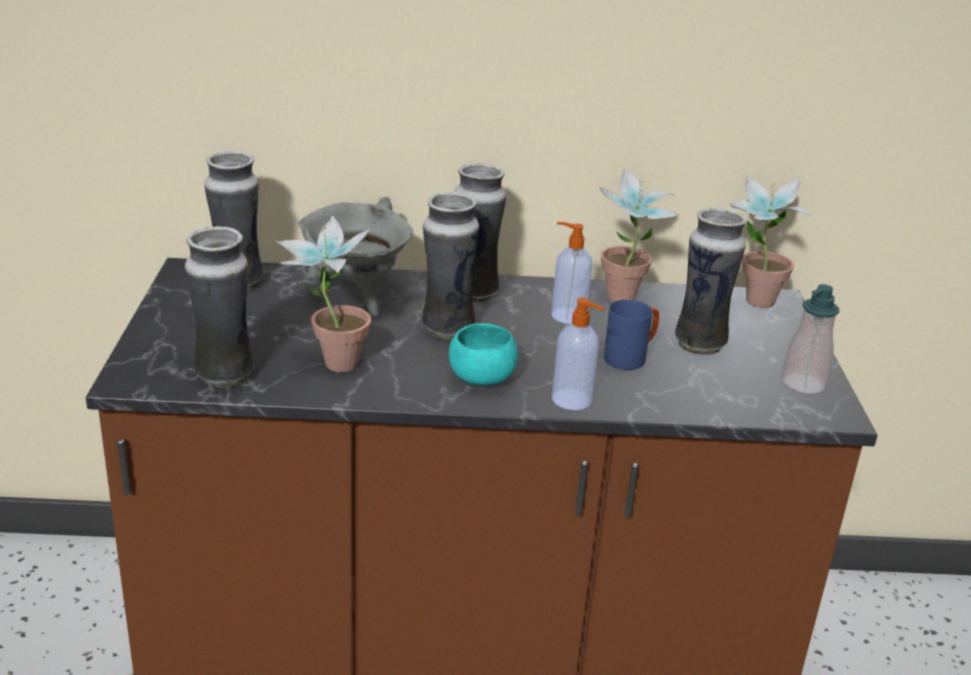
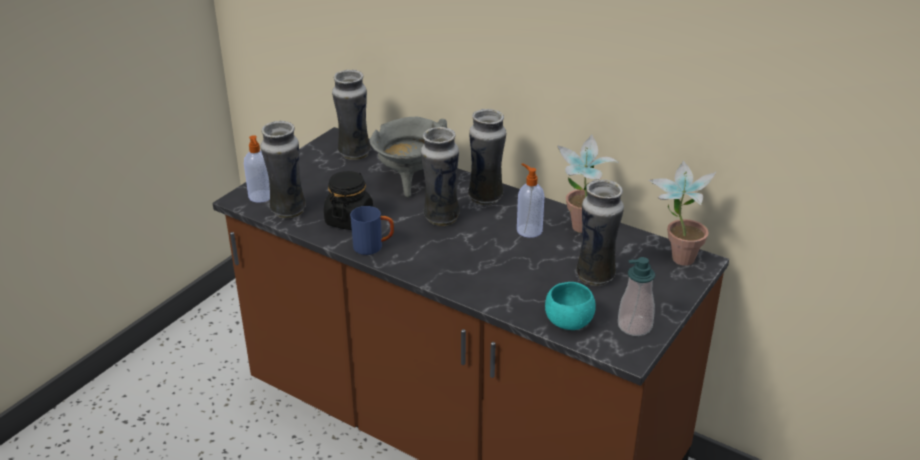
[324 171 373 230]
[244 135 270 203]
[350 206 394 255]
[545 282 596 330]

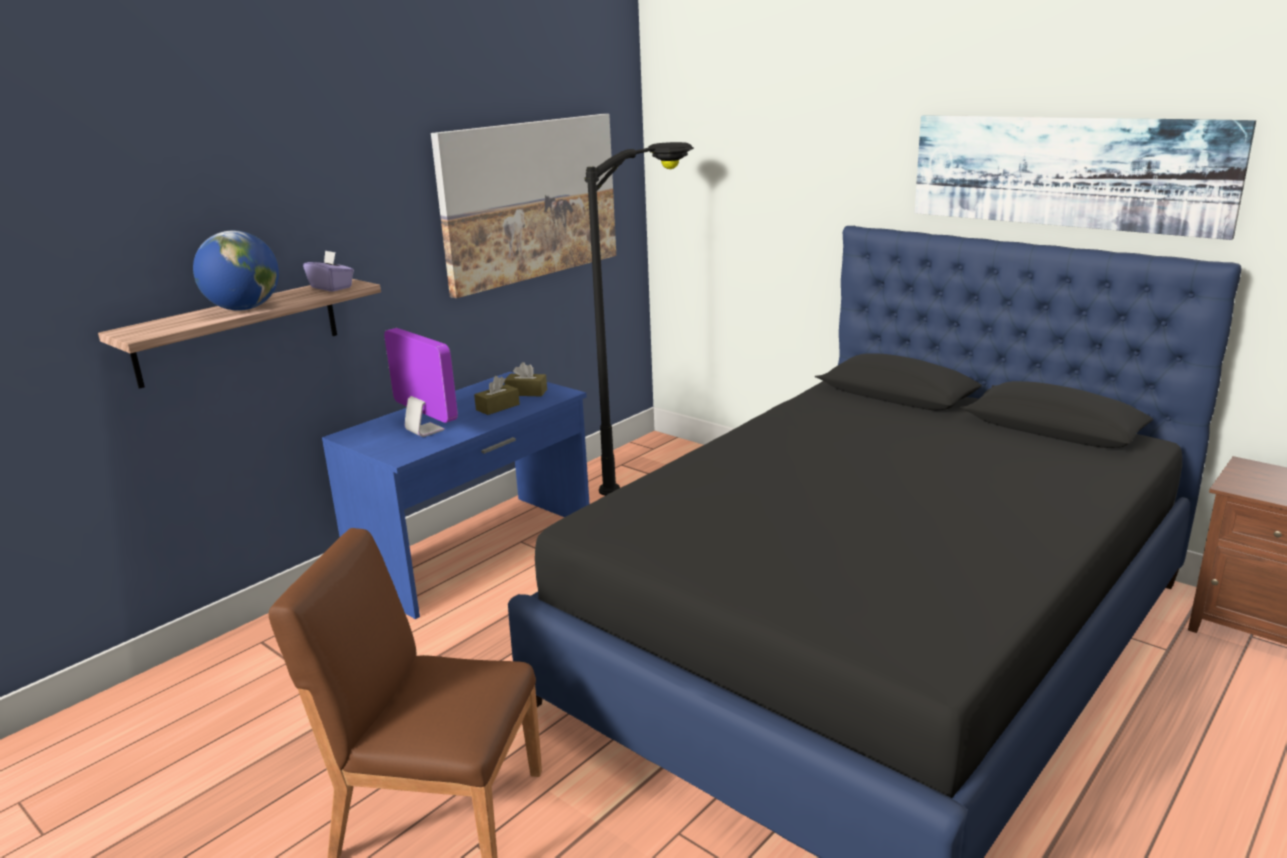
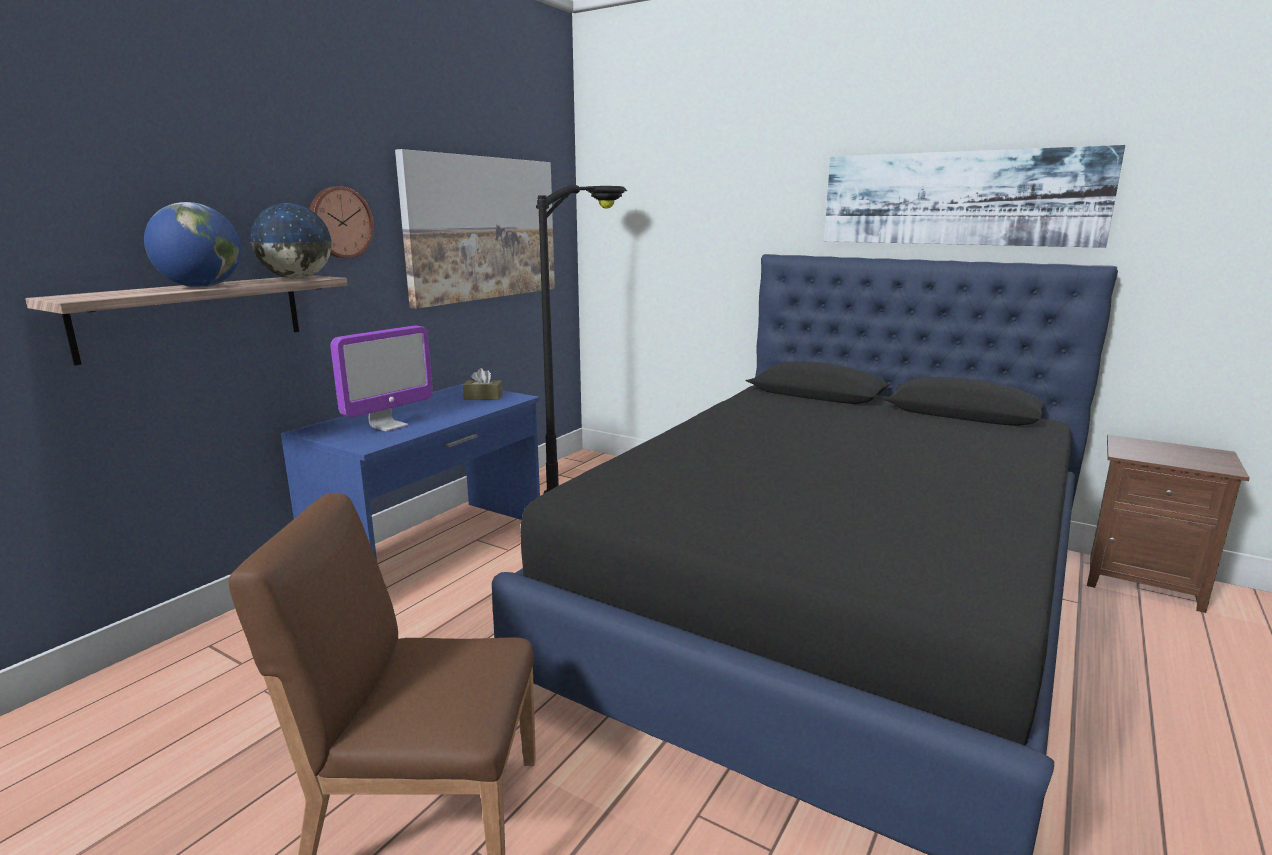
[250 203 332 279]
[331 326 433 432]
[474 376 520 415] (first image)
[309 186 374 258]

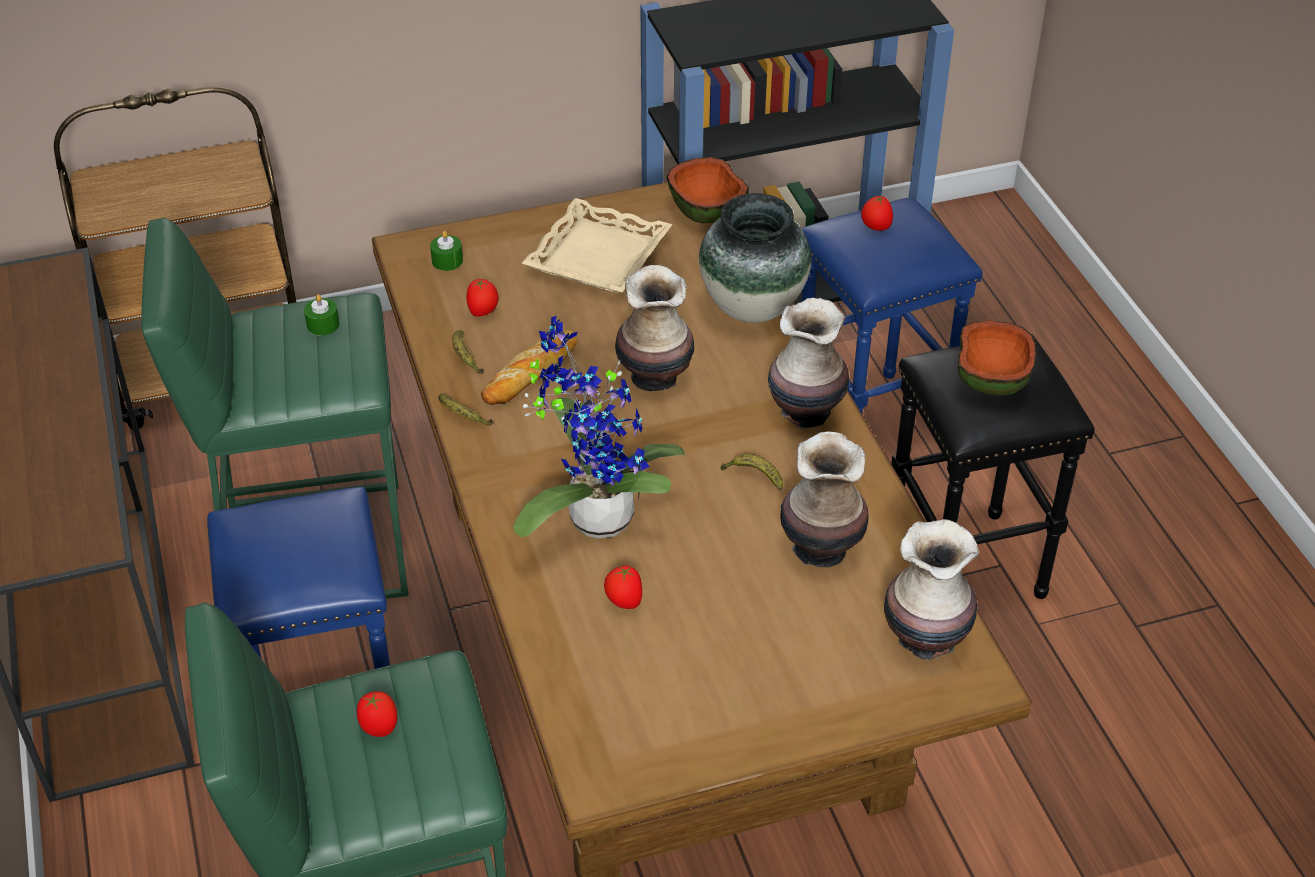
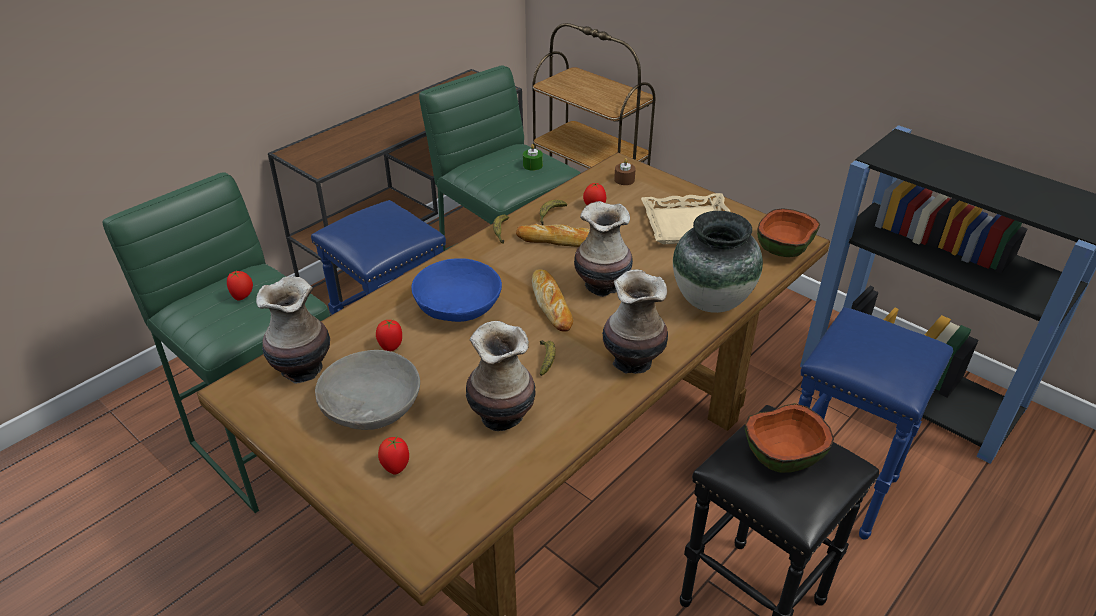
[378 437 409 475]
[614 158 636 185]
[411 258 502 322]
[256 276 330 384]
[532 269 573 332]
[315 350 420 430]

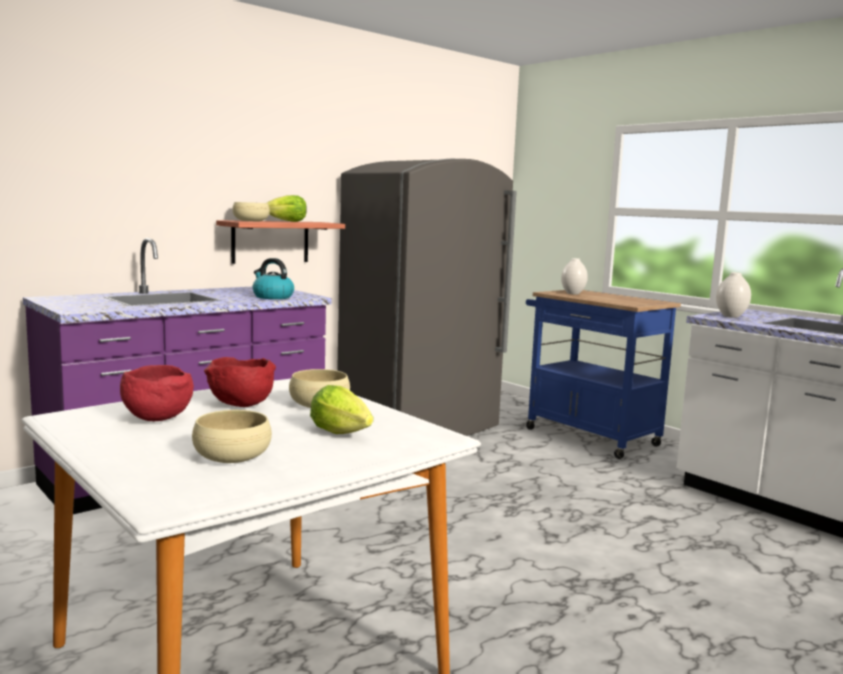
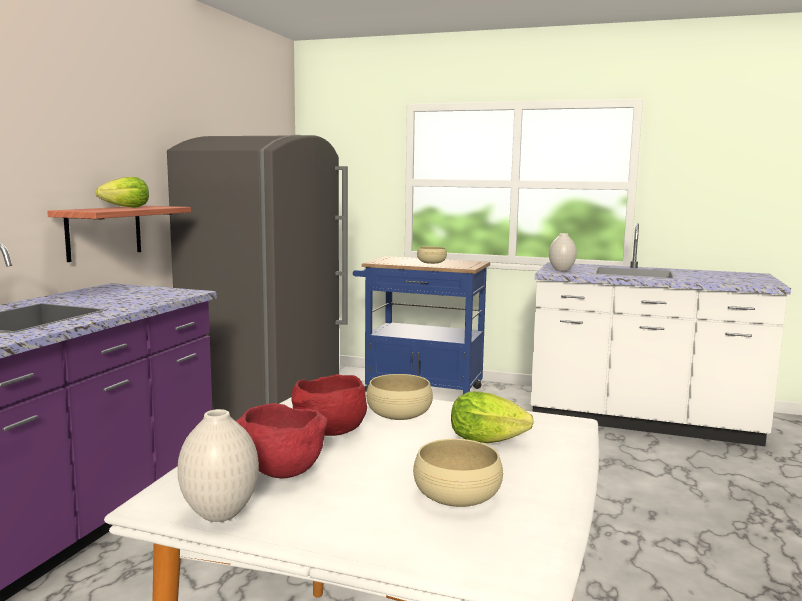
[417 247 447 264]
[252 258 294 299] (first image)
[177 409 259 522]

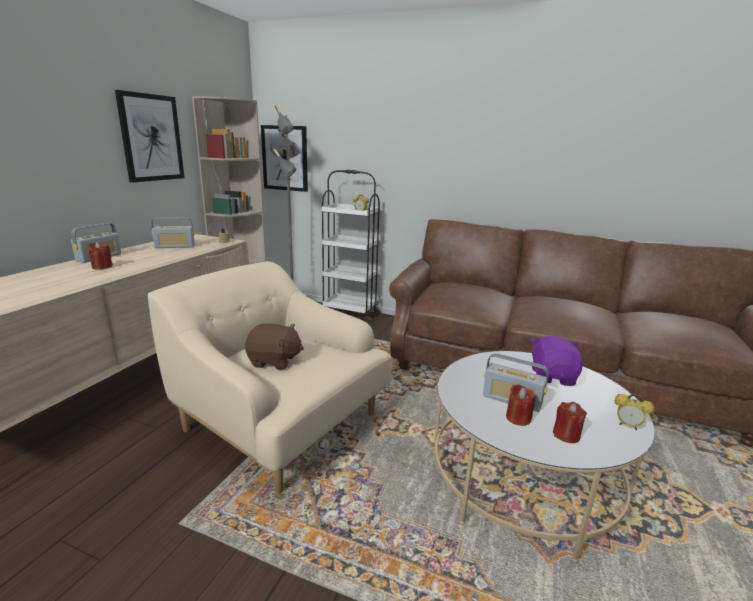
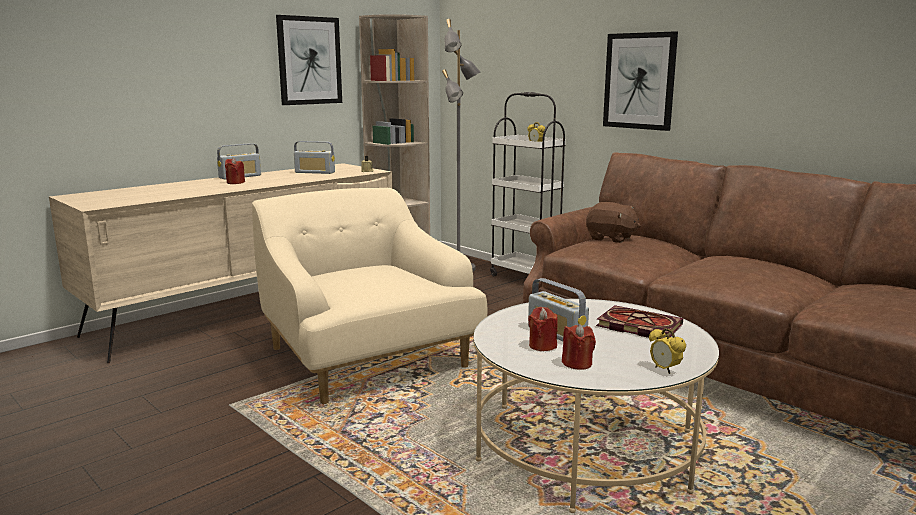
[603 31 678 131]
[586 202 641 243]
[596 305 683 339]

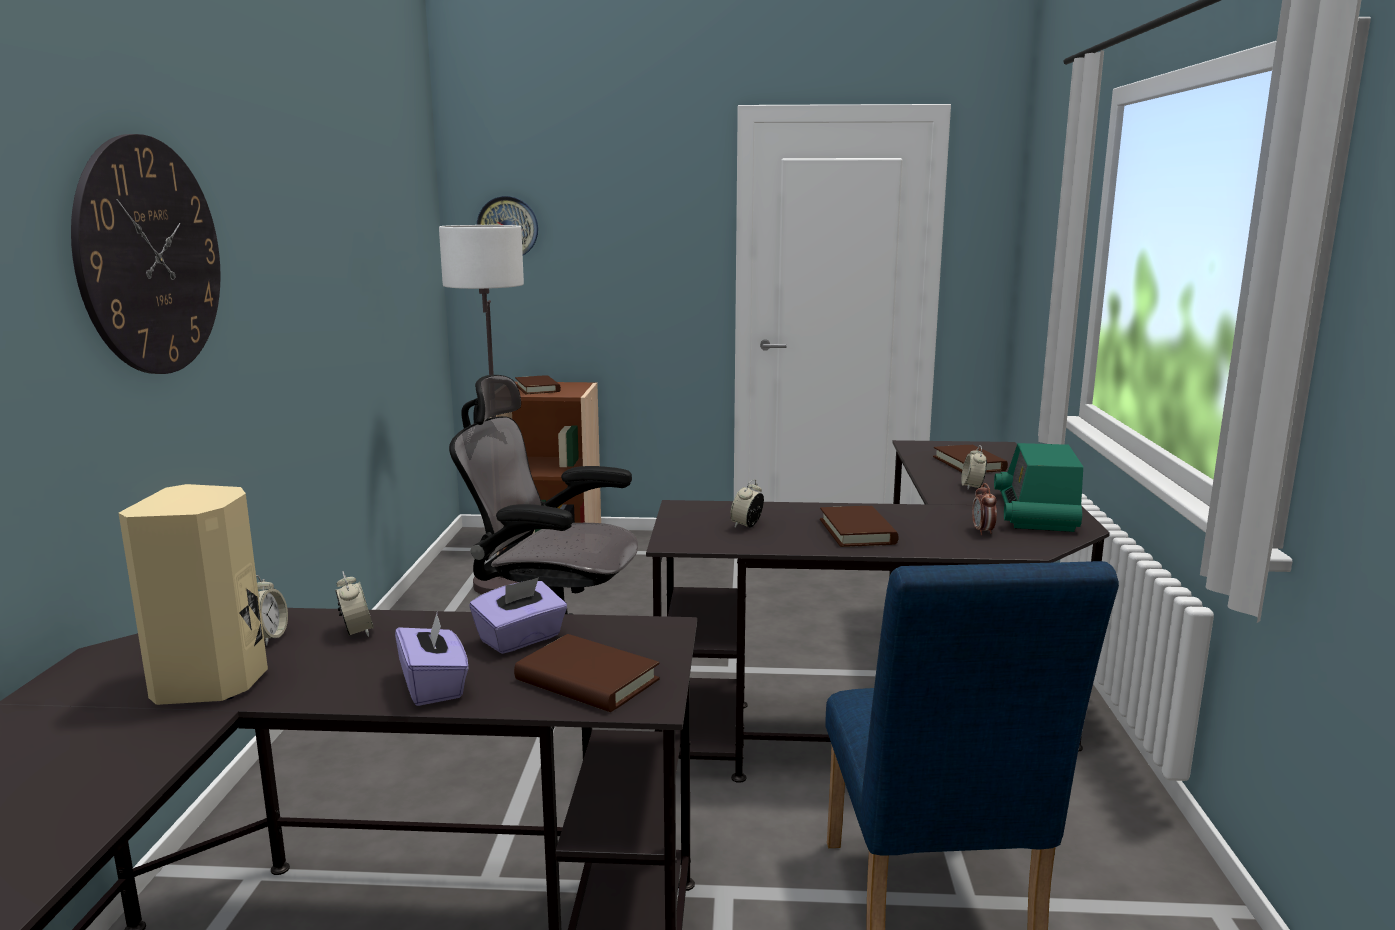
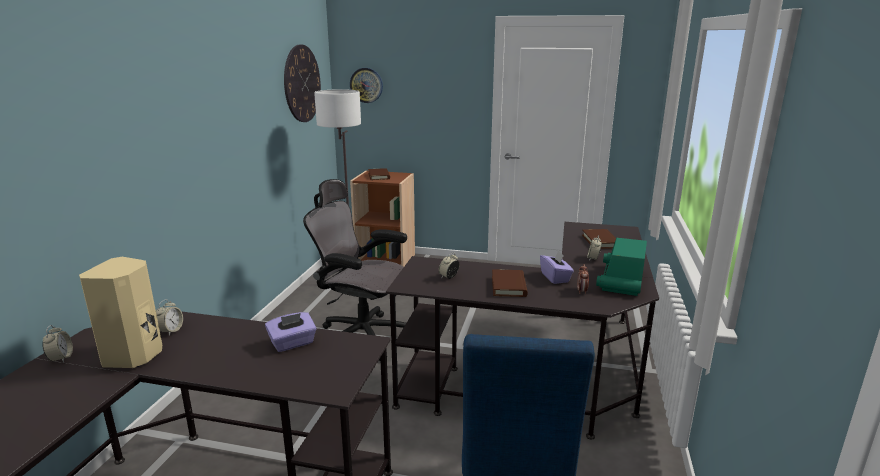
[284 45 321 122]
[42 325 73 363]
[540 250 574 284]
[514 634 660 712] (first image)

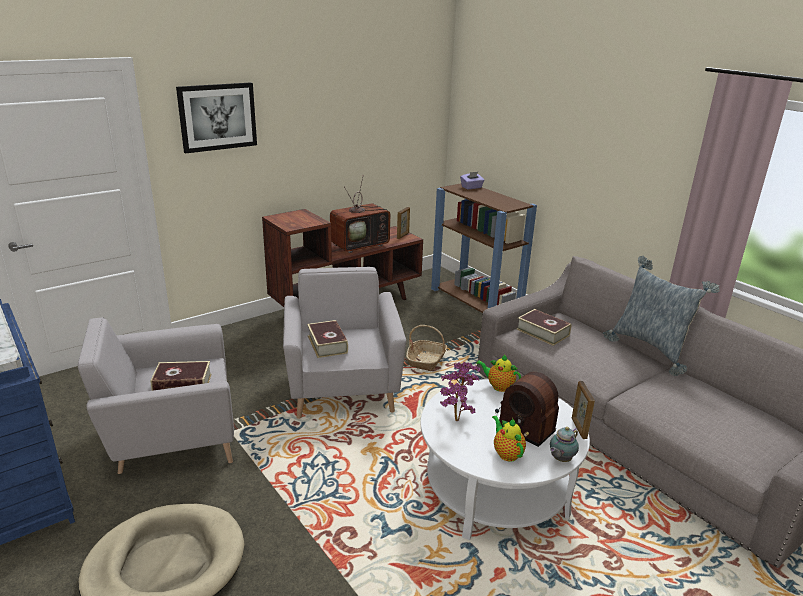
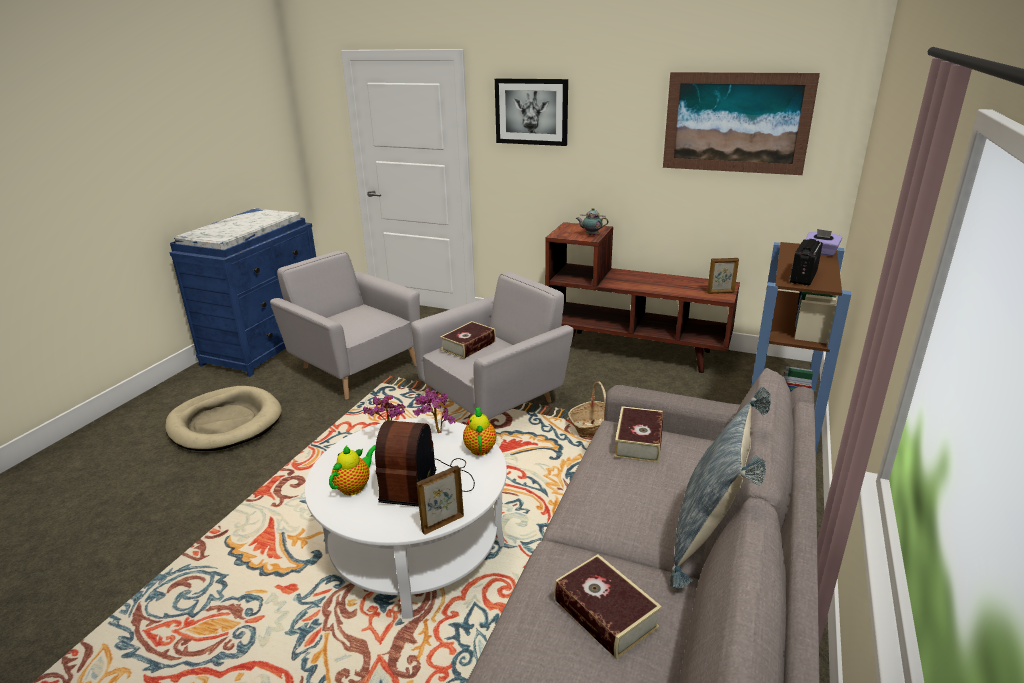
[330 175 390 253] (first image)
[554 554 662 659]
[576 208 608 236]
[663 72 820 175]
[790 239 823 286]

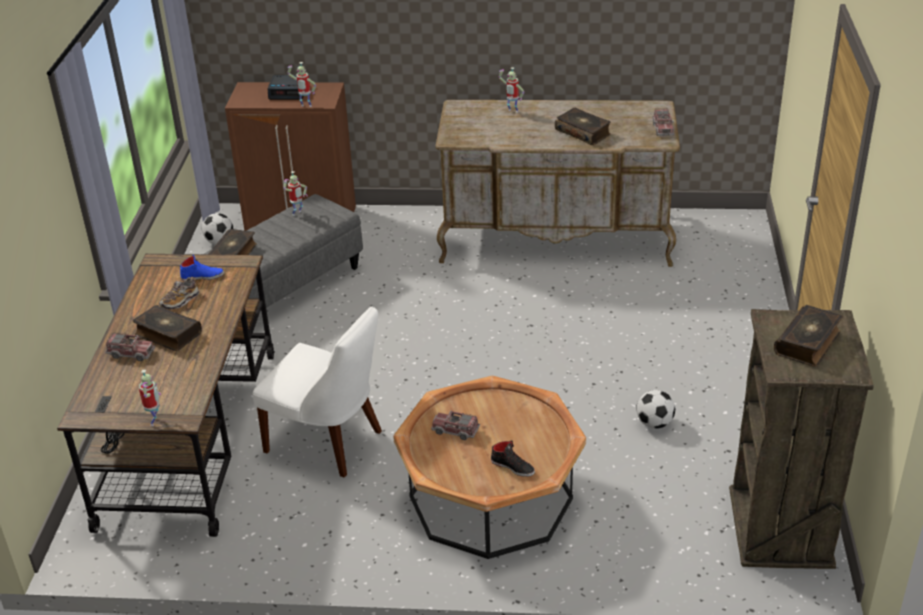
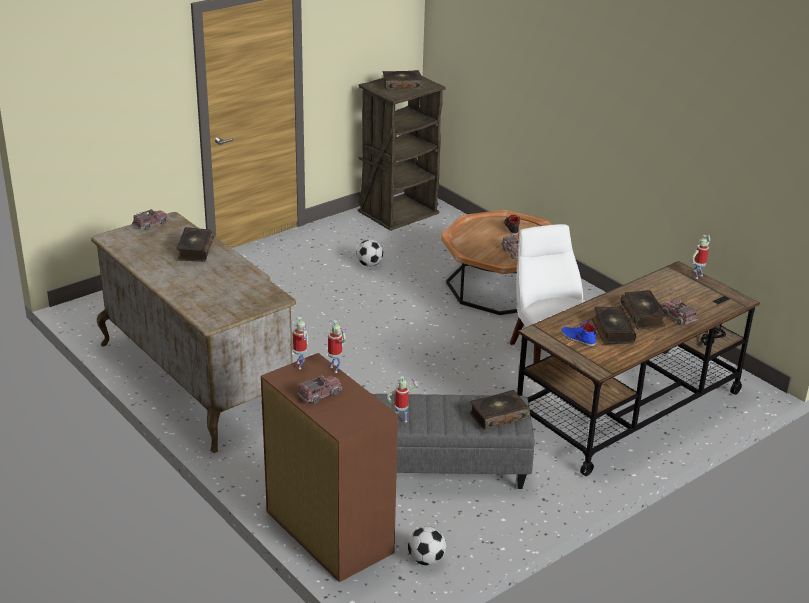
[293 317 308 369]
[297 375 342 404]
[592 307 636 344]

